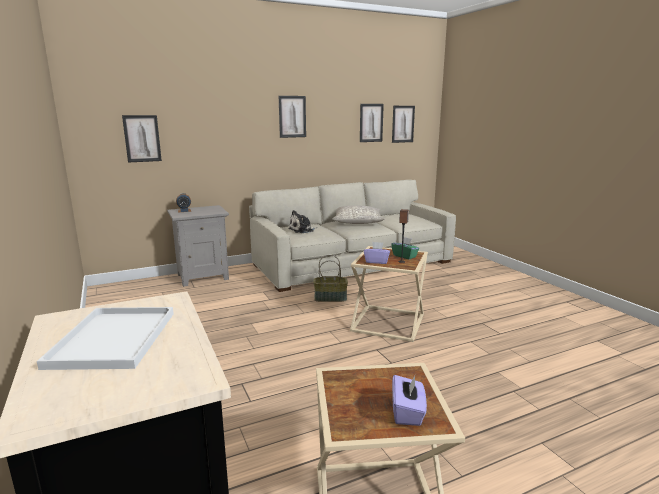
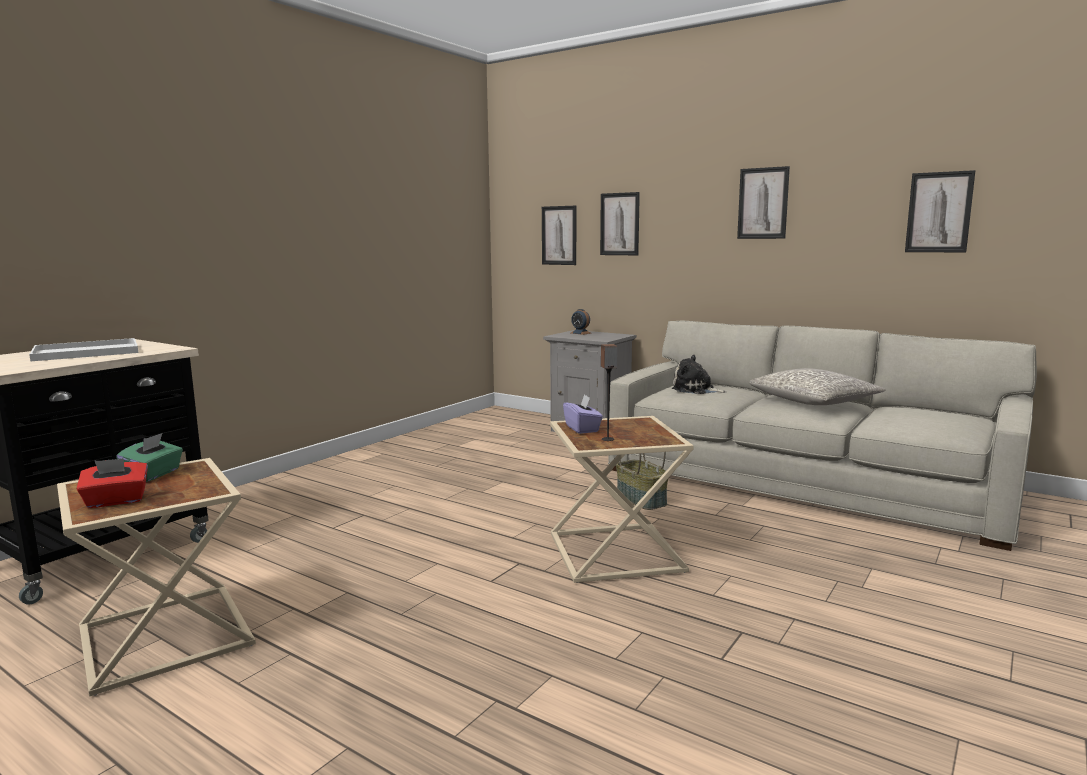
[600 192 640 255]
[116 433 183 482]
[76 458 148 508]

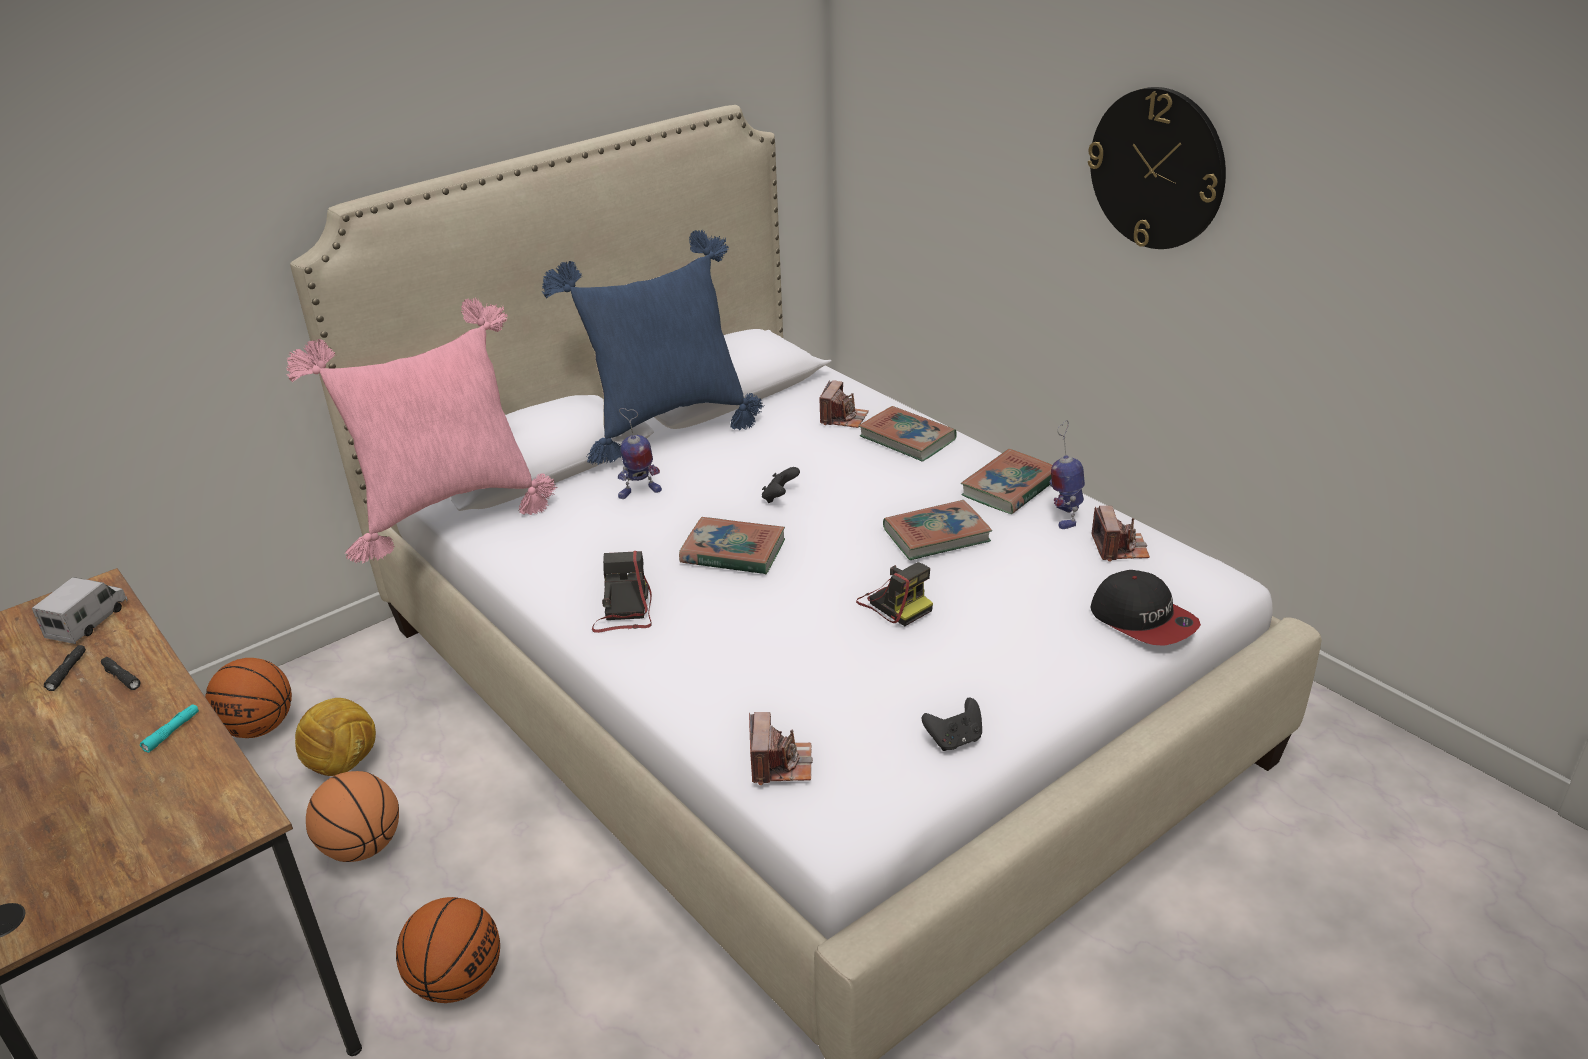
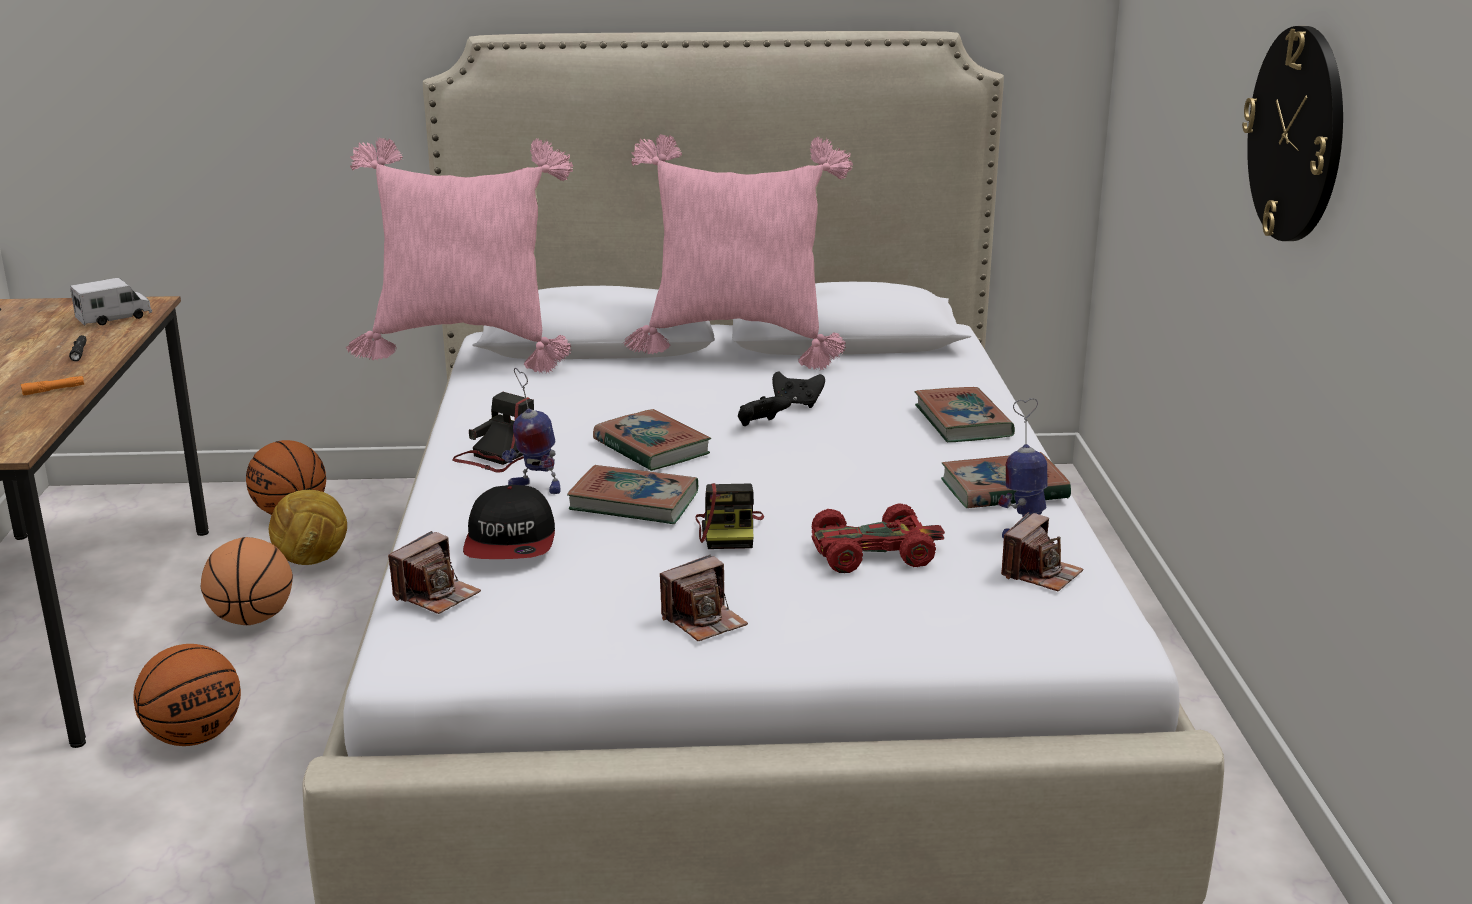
[623 134 853 370]
[660 555 748 641]
[502 368 561 494]
[567 465 698 524]
[463 485 555 559]
[44 645 86 691] (first image)
[772 371 825 408]
[21 376 84 395]
[811 503 945 573]

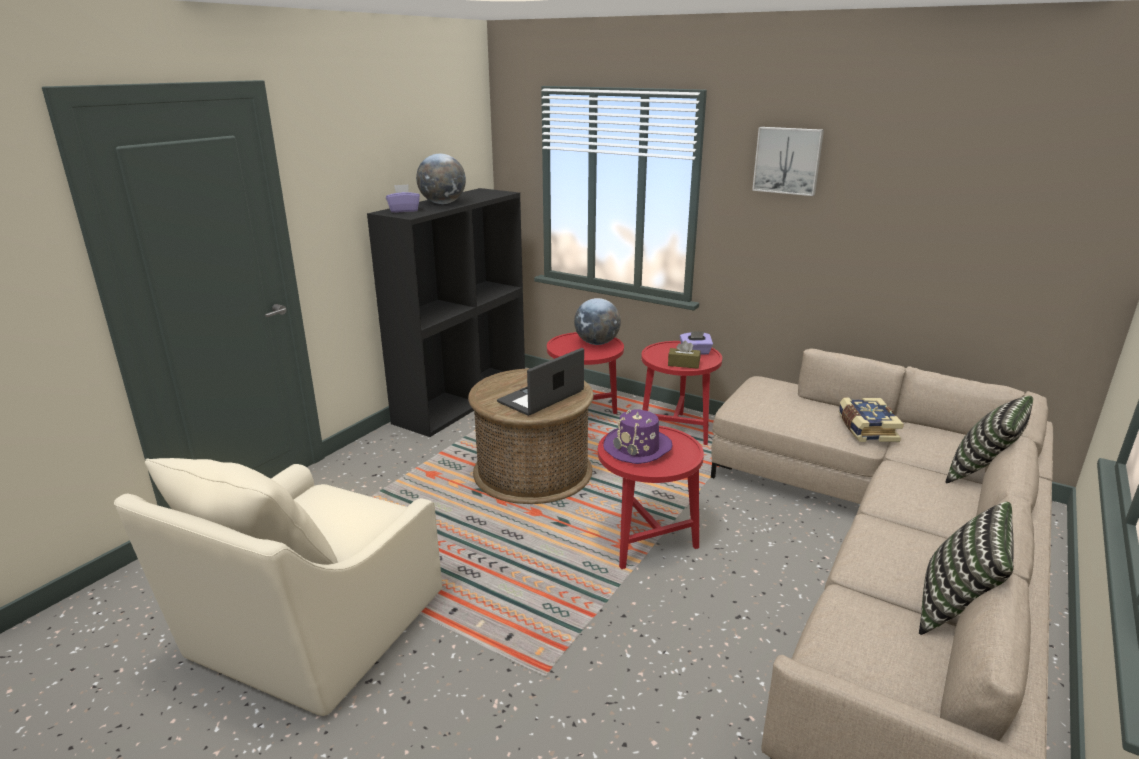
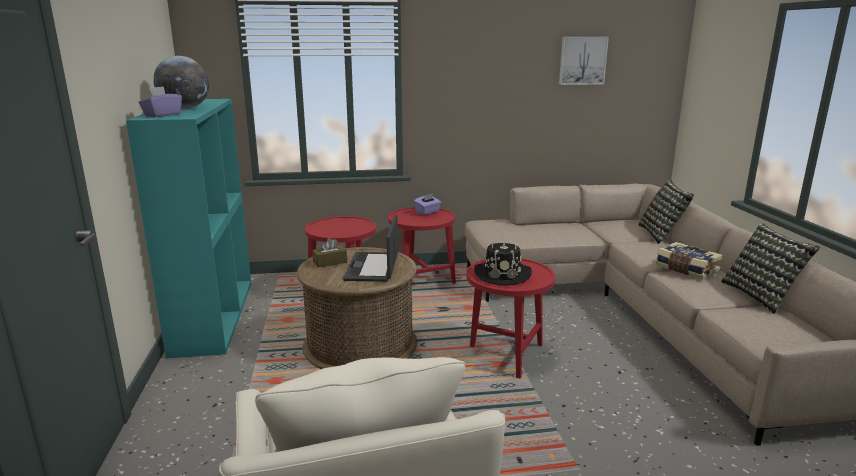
[559 37 609 85]
[126 99 251 359]
[574 298 621 345] (first image)
[312 238 347 268]
[656 242 723 279]
[474 243 532 286]

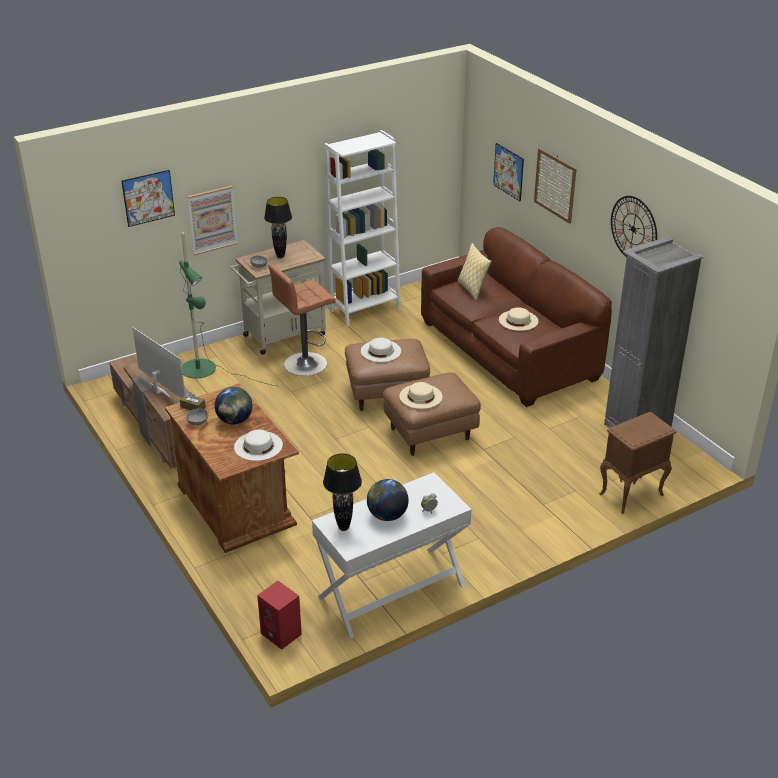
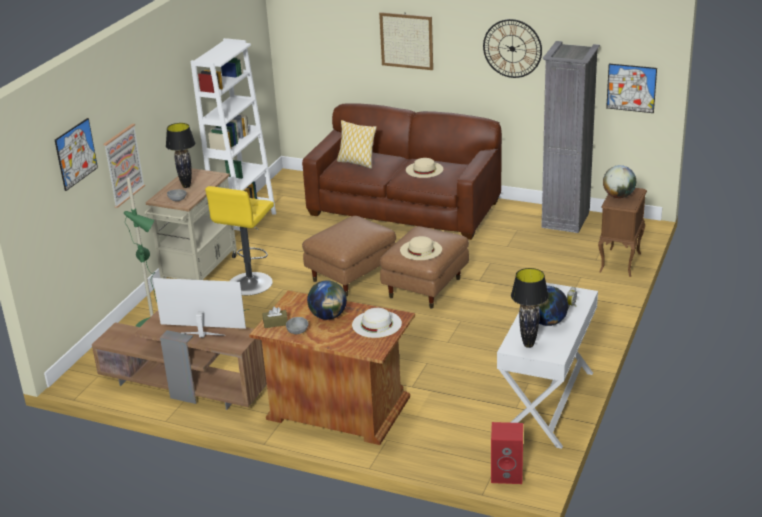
[606 63 657 113]
[205 186 274 295]
[361 338 401 362] (first image)
[603 165 636 198]

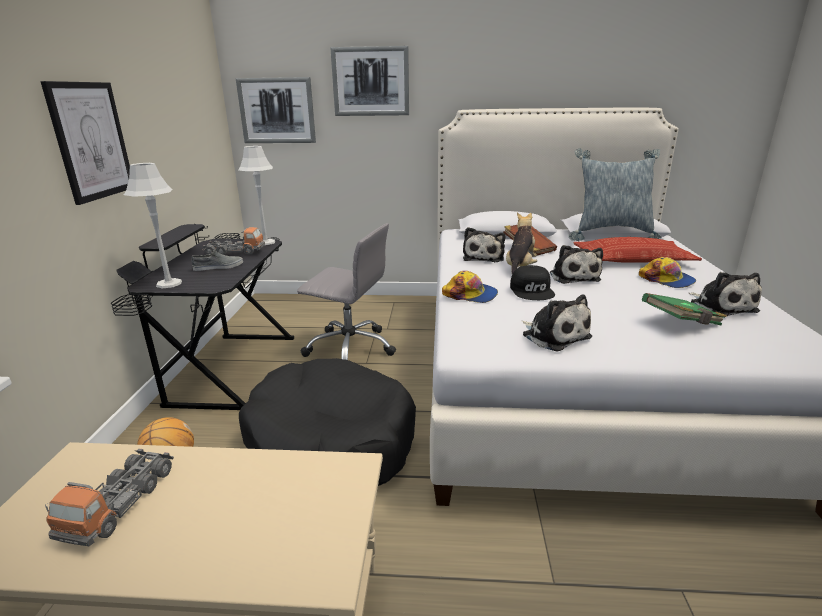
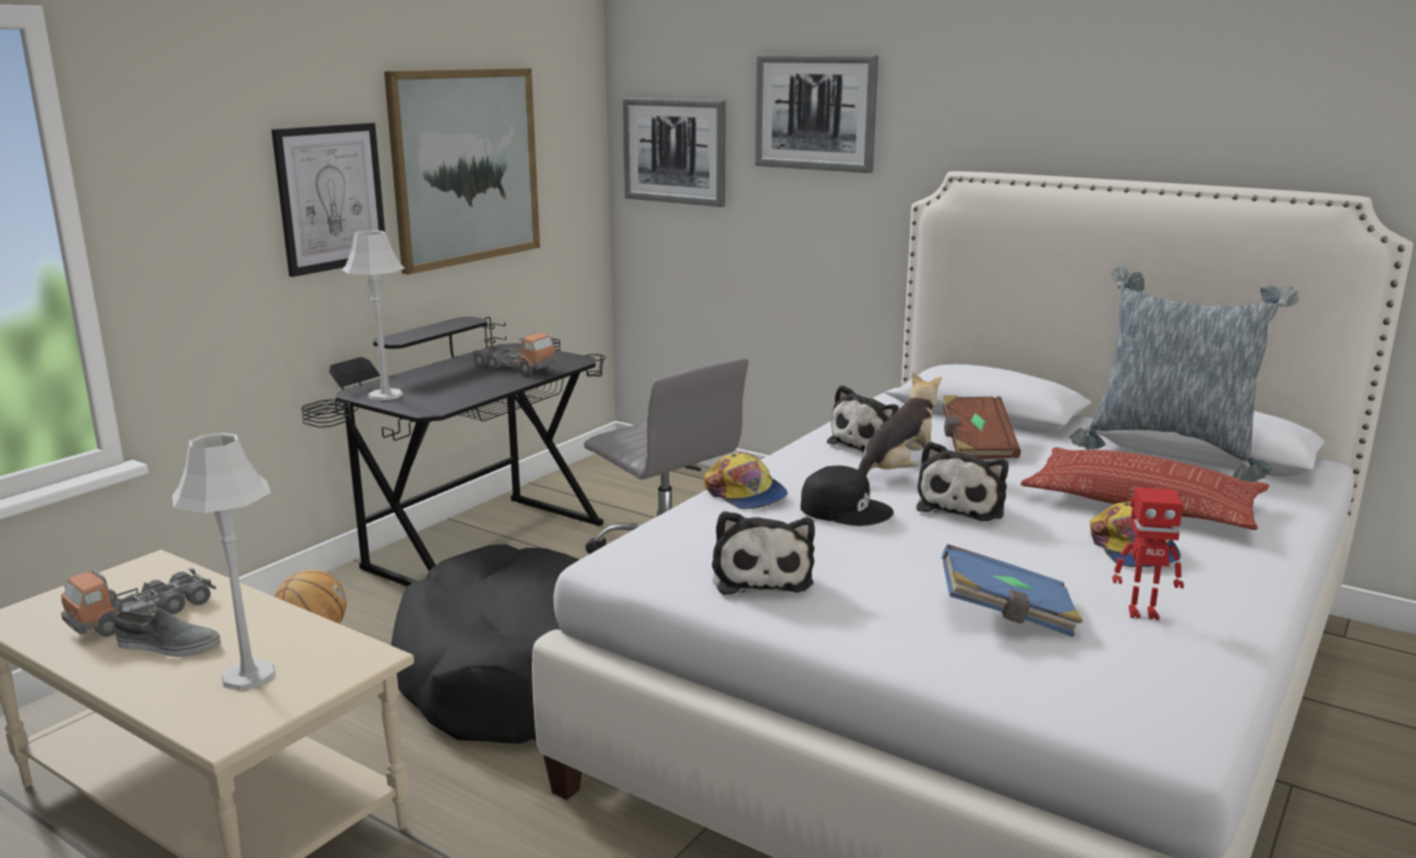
[172 432 276 690]
[114 608 221 657]
[800 465 894 526]
[1112 487 1184 620]
[942 544 1083 637]
[384 68 540 275]

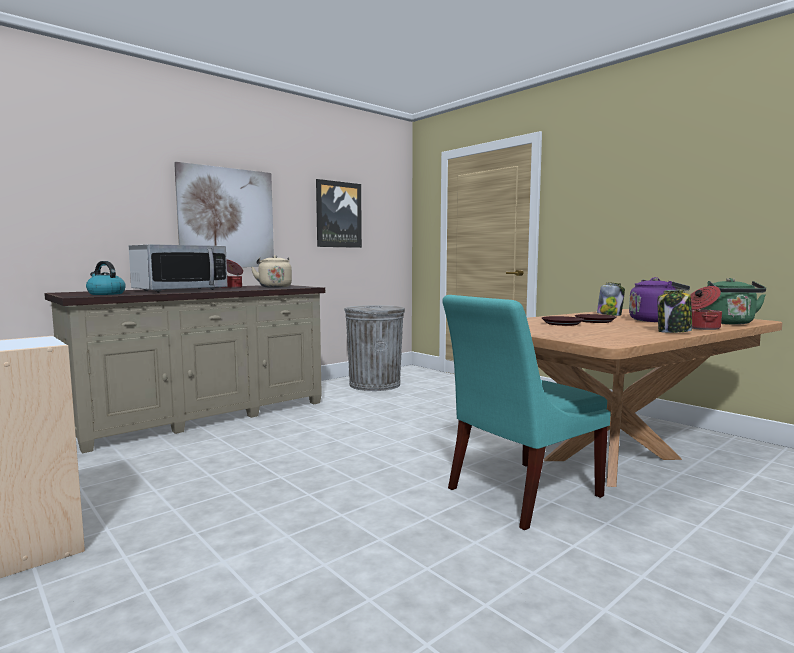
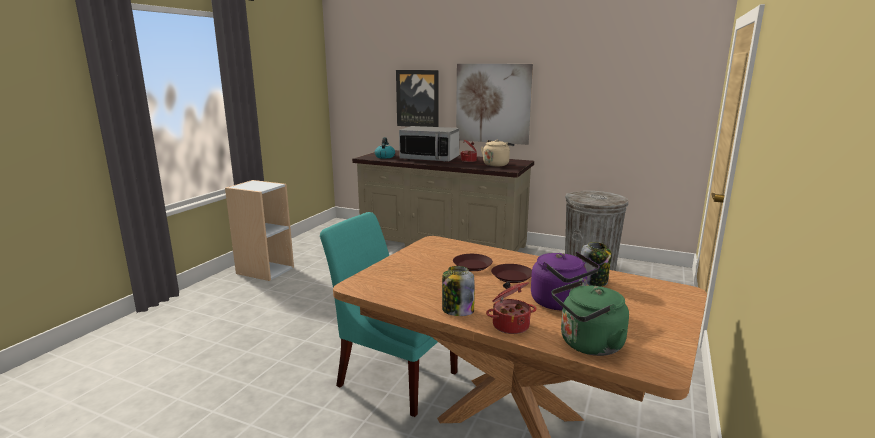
[396 70 439 127]

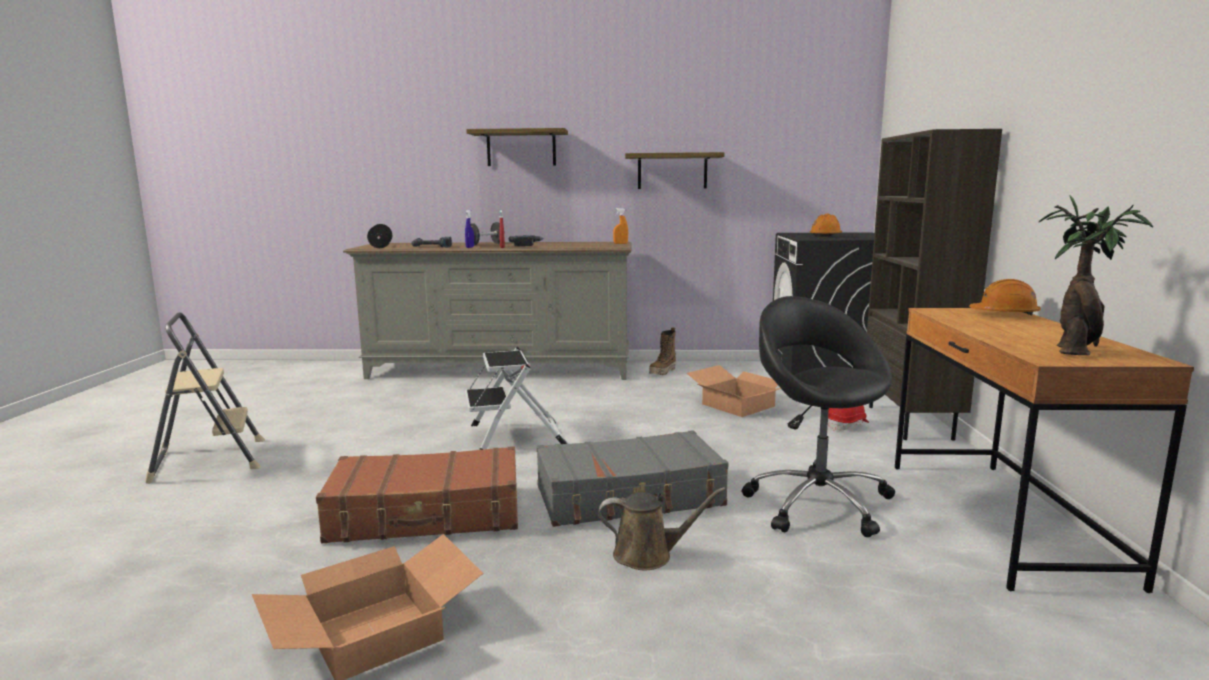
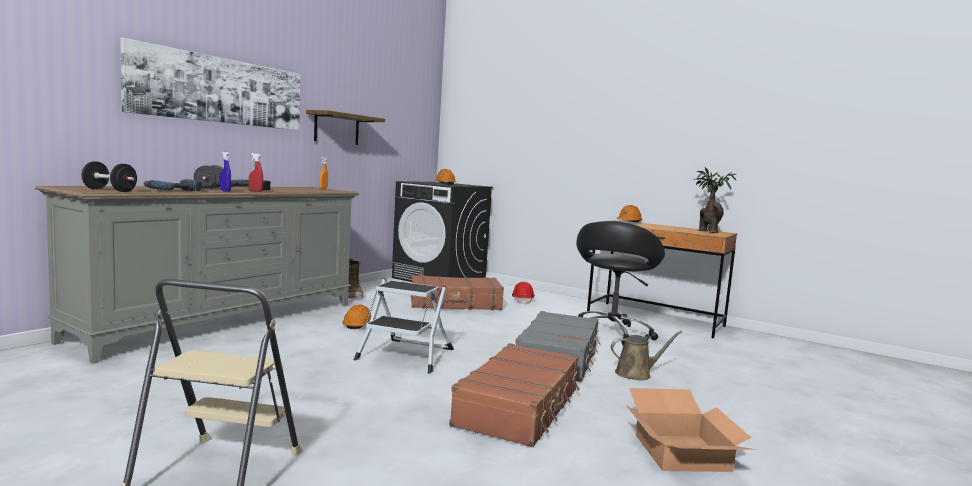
[120 38 300 130]
[867 129 1002 441] (first image)
[576 221 665 345]
[411 275 504 310]
[611 331 682 381]
[342 305 371 329]

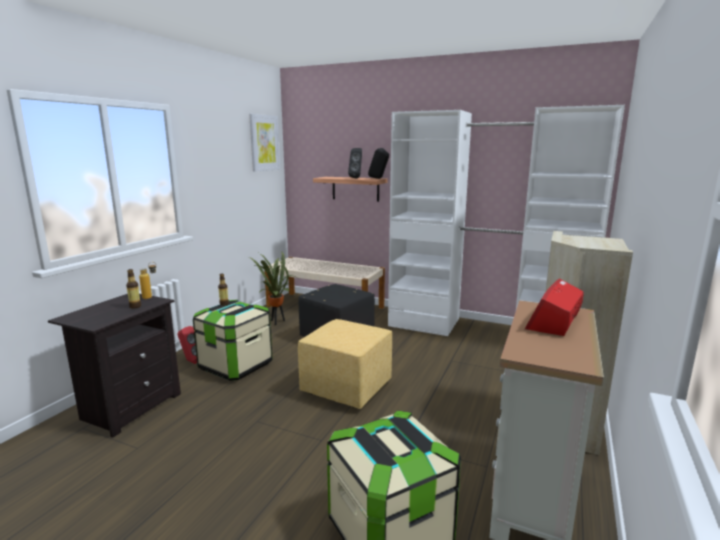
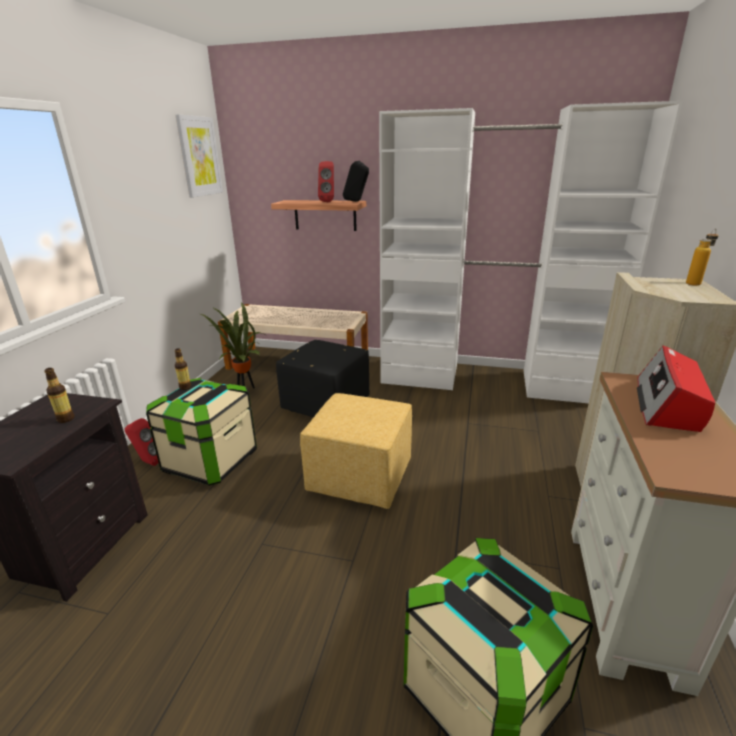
[318 161 334 202]
[686 228 719 286]

